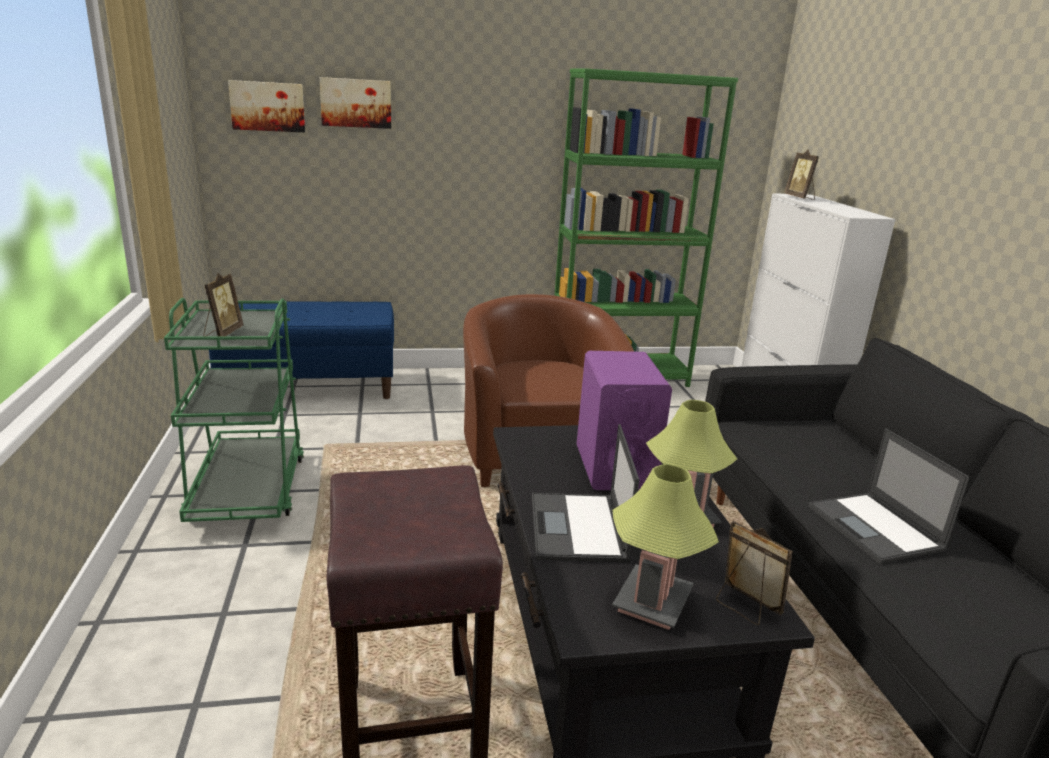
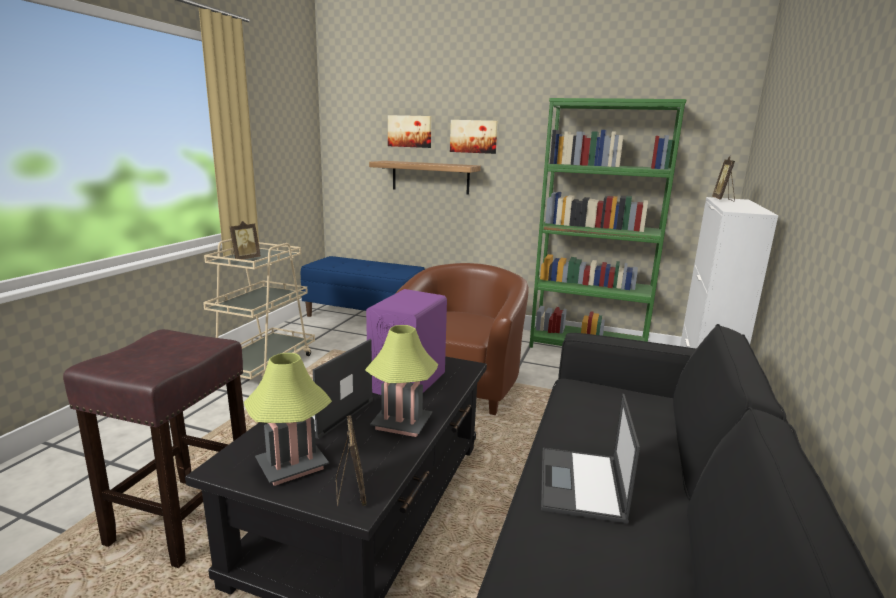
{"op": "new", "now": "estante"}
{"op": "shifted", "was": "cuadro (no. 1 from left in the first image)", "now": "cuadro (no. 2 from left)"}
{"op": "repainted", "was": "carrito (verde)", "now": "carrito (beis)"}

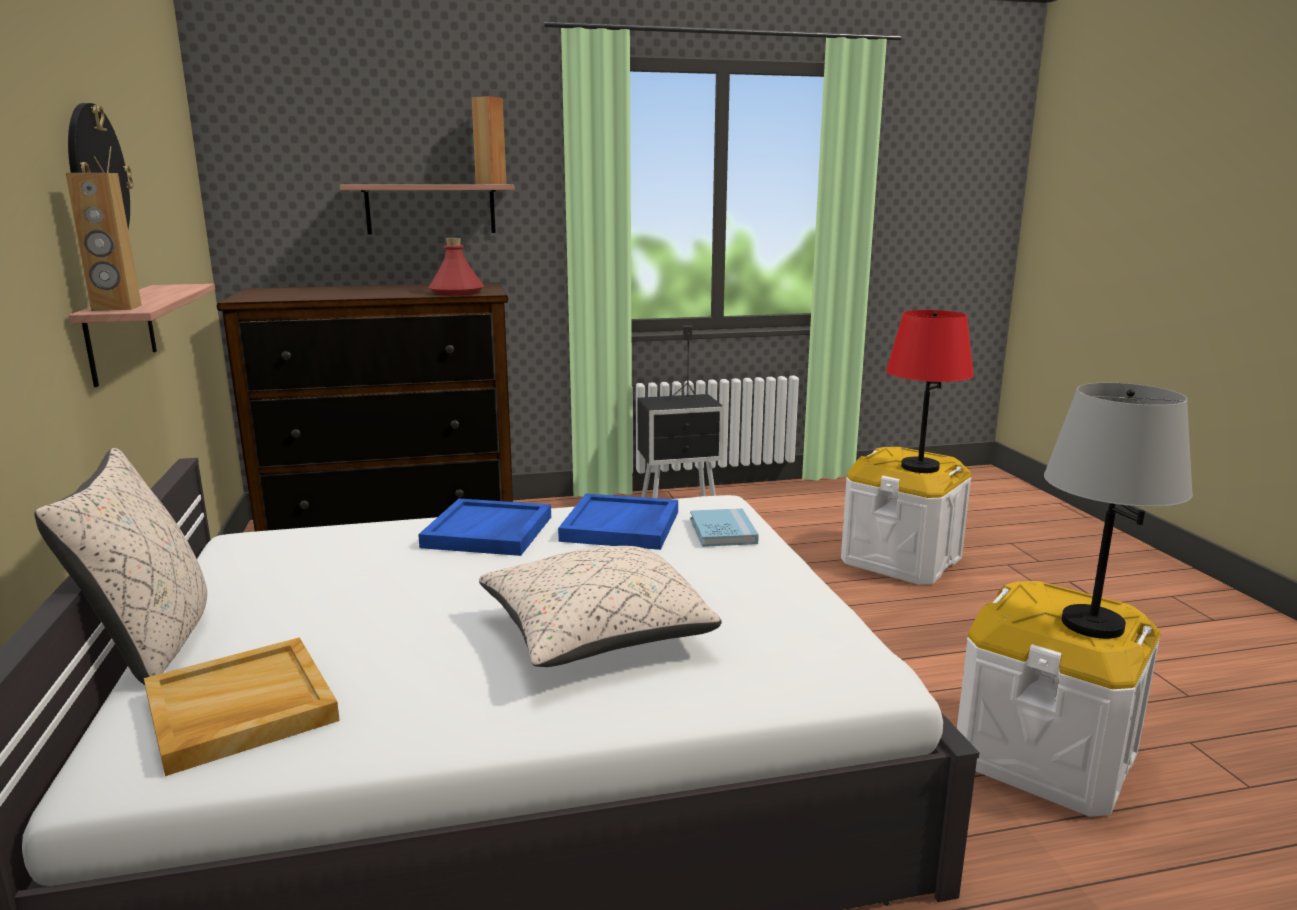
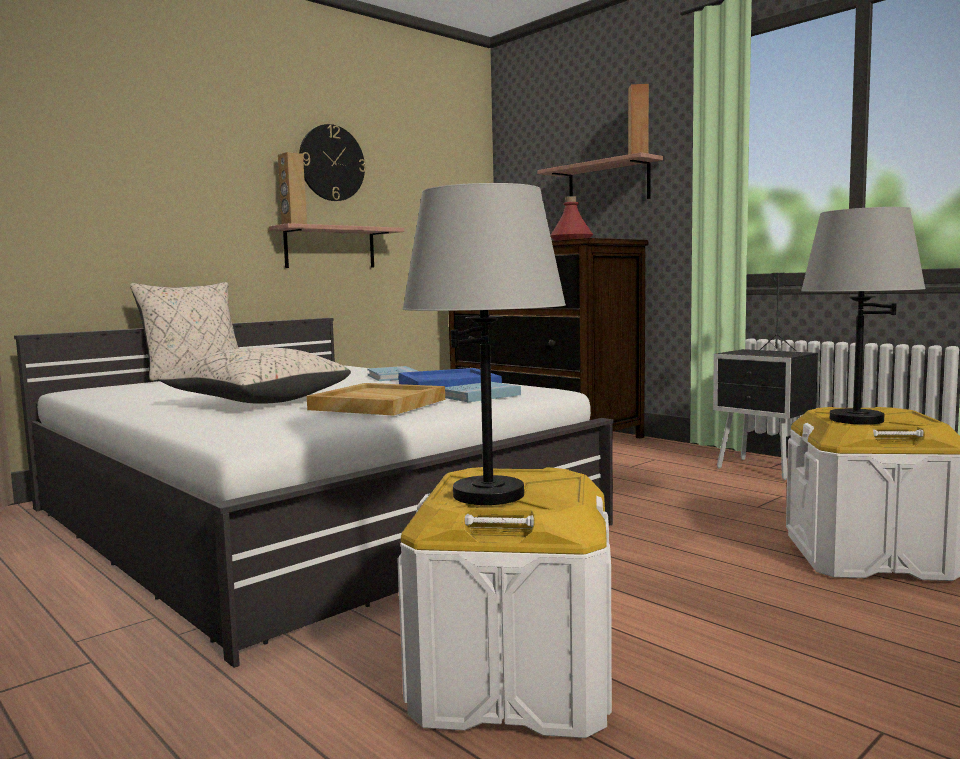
{"op": "shifted", "was": "bandeja (beis)"}
{"op": "swapped", "was": "bandeja (azul) (no. 1 from left)", "now": "libro (azul) (no. 1 from left)"}
{"op": "repainted", "was": "lámpara de mesa (rojo)", "now": "lámpara de mesa (gris) (no. 2 from left)"}

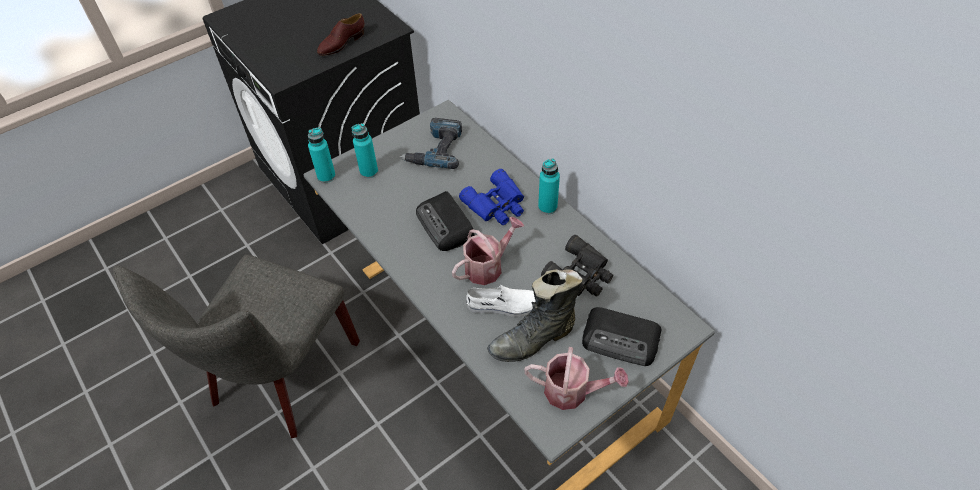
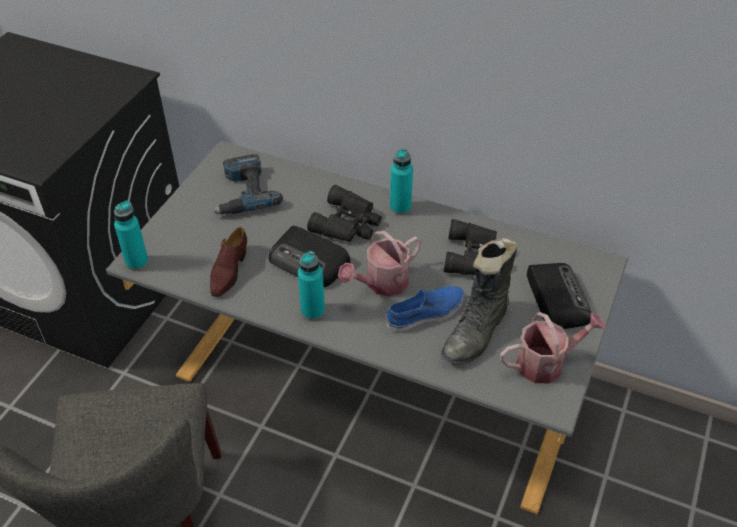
{"op": "shifted", "was": "zapato (marrón)"}
{"op": "shifted", "was": "botella (turquesa) (no. 2 from left)"}
{"op": "repainted", "was": "prismáticos (azul)", "now": "prismáticos (negro) (no. 1 from left)"}
{"op": "repainted", "was": "zapato (blanco)", "now": "zapato (azul)"}
{"op": "rotated", "was": "regadera (no. 1 from left)", "clockwise": -150}
{"op": "rotated", "was": "radio (no. 2 from left)", "clockwise": -90}

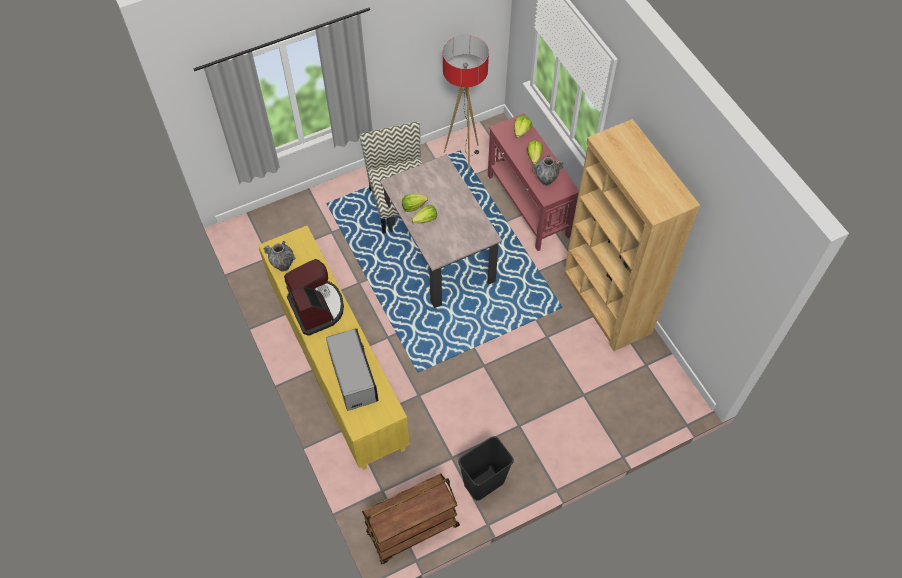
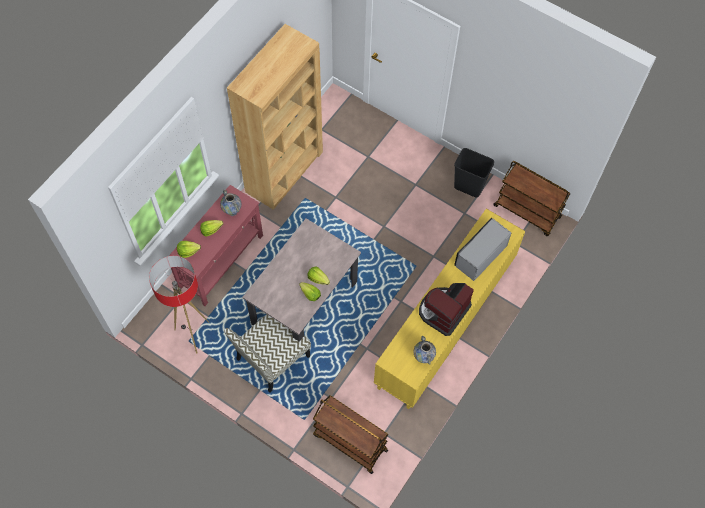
{"op": "new", "now": "carrito (marrón) (no. 1 from left)"}

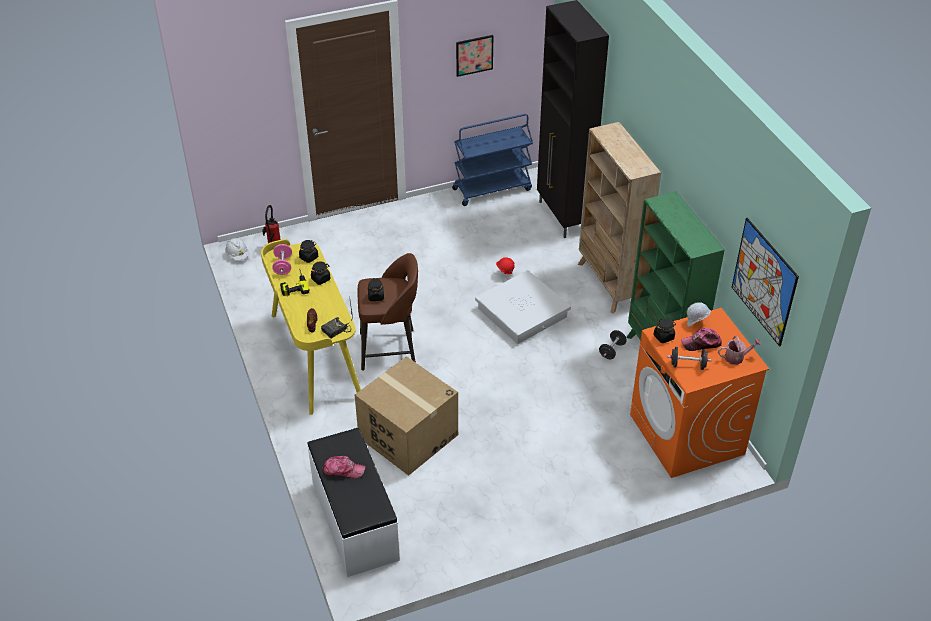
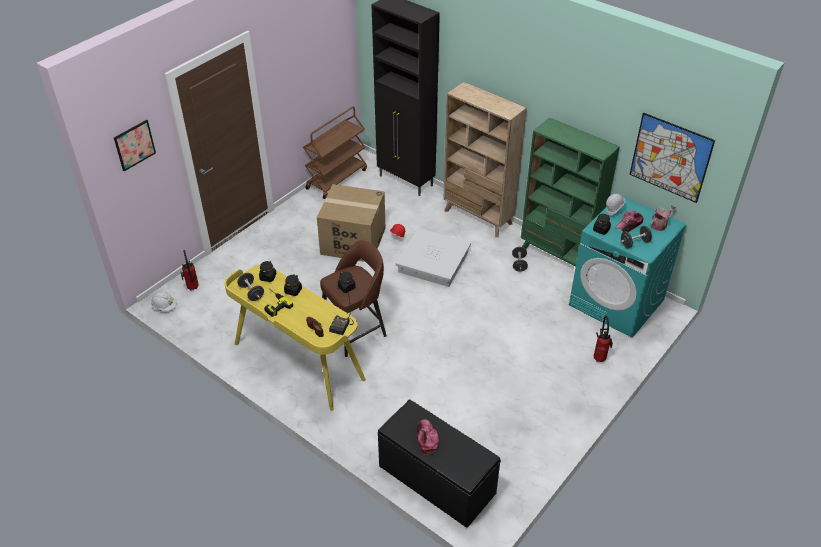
{"op": "new", "now": "extintor (no. 2 from left)"}
{"op": "shifted", "was": "caja de cartón"}
{"op": "shifted", "was": "cuadro (no. 1 from left)"}
{"op": "repainted", "was": "mancuerna (rosa)", "now": "mancuerna (negro) (no. 1 from left)"}
{"op": "repainted", "was": "banco (blanco)", "now": "banco (negro)"}
{"op": "repainted", "was": "carrito (azul)", "now": "carrito (marrón)"}
{"op": "repainted", "was": "lavadora (naranja)", "now": "lavadora (turquesa)"}
{"op": "rotated", "was": "gorra (no. 1 from left)", "clockwise": -75}

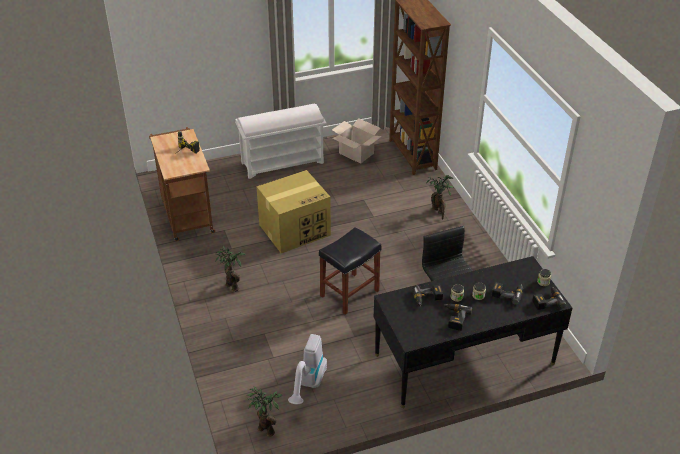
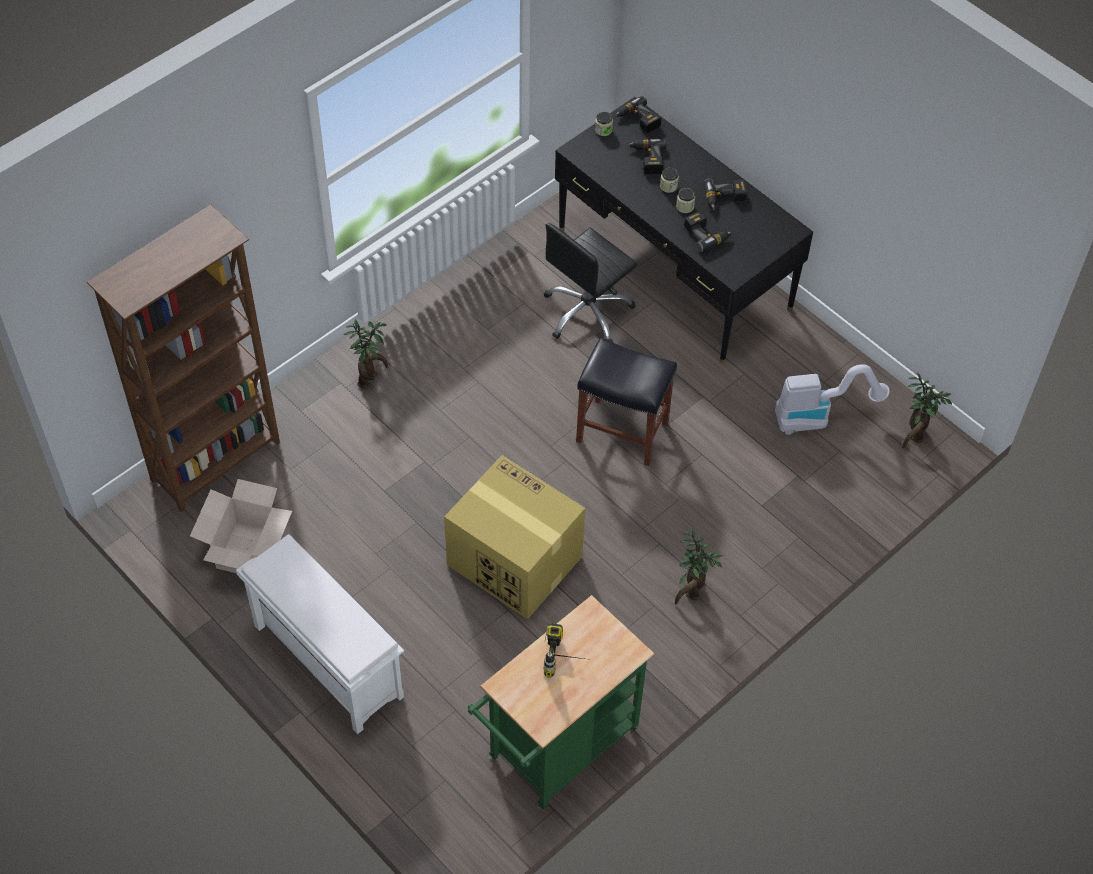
{"op": "repainted", "was": "carrito (marrón)", "now": "carrito (verde)"}

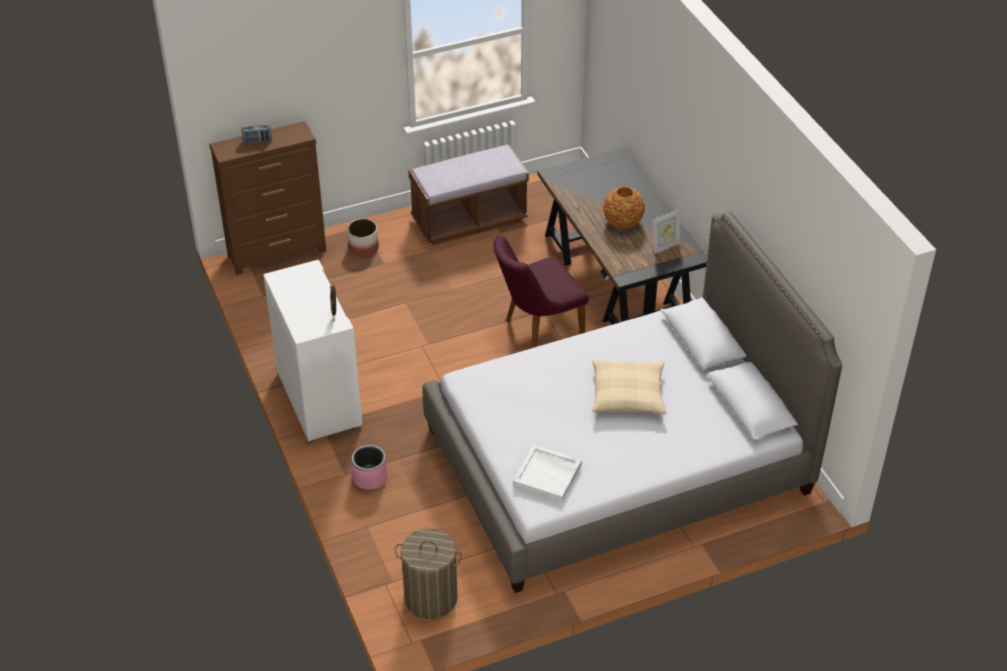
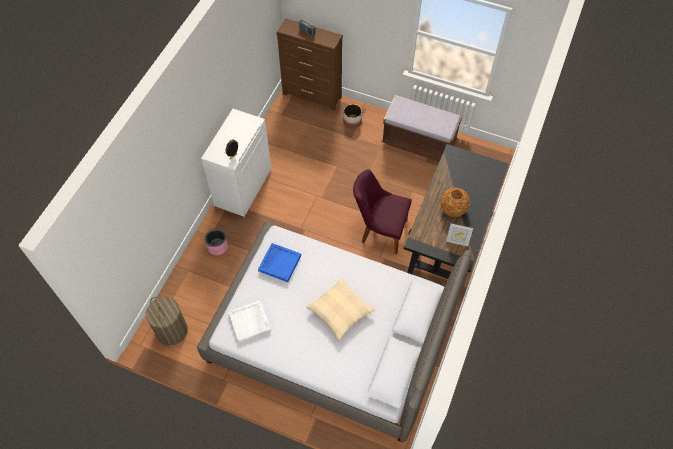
{"op": "new", "now": "bandeja (azul)"}

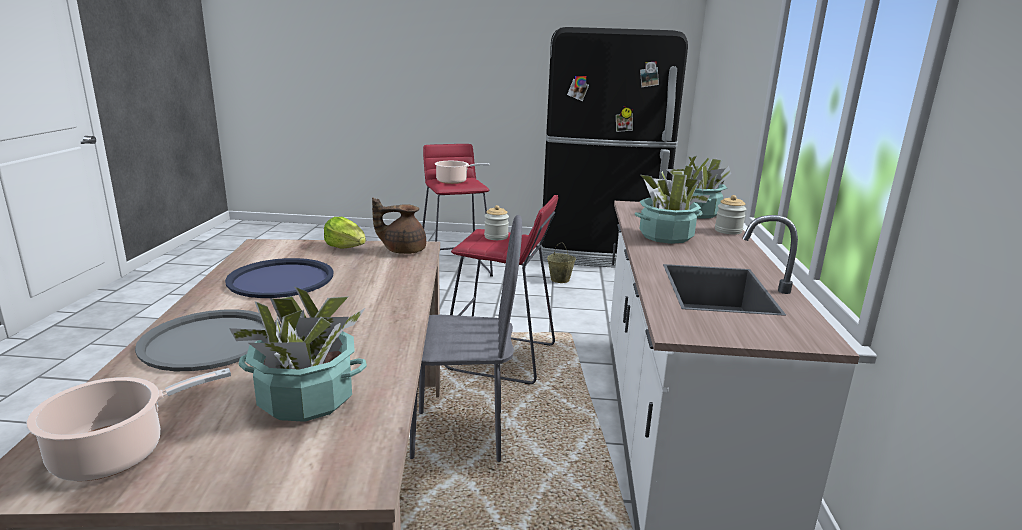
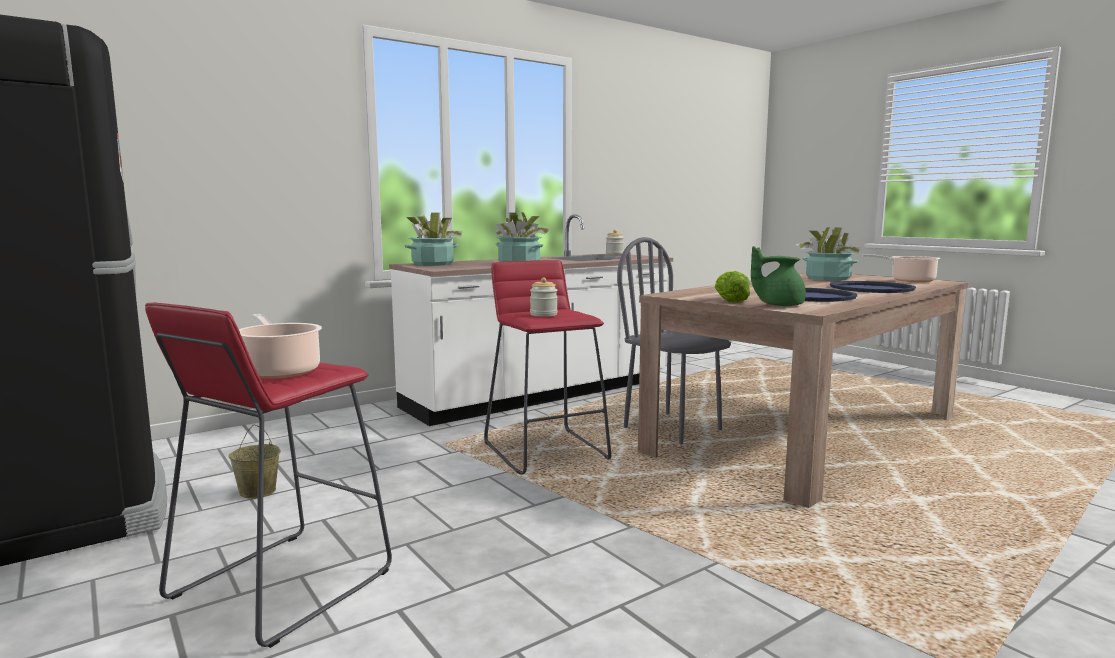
{"op": "gone", "was": "tetera (marrón)"}
{"op": "new", "now": "tetera (verde)"}
{"op": "shifted", "was": "tarro (no. 2 from left)"}
{"op": "repainted", "was": "bandeja (gris)", "now": "bandeja (azul) (no. 2 from left)"}

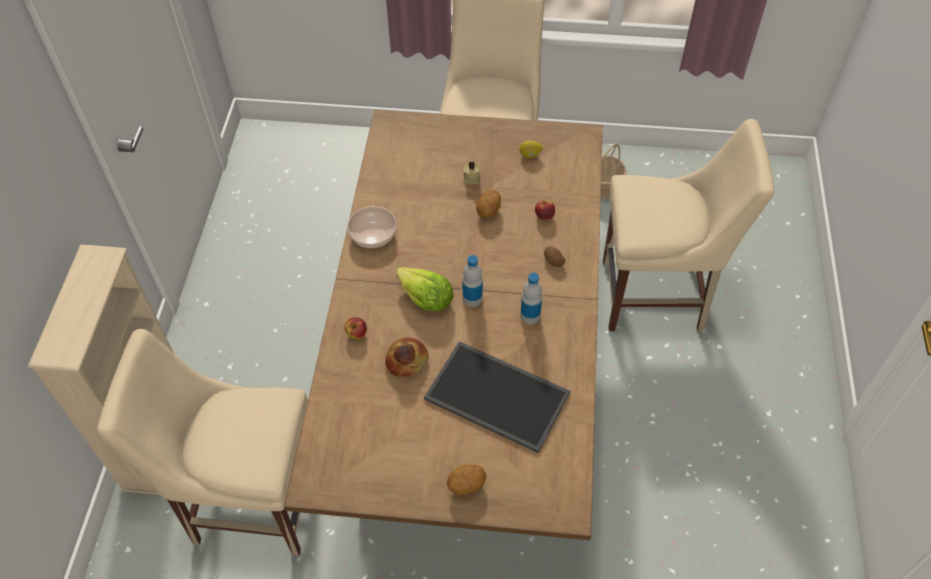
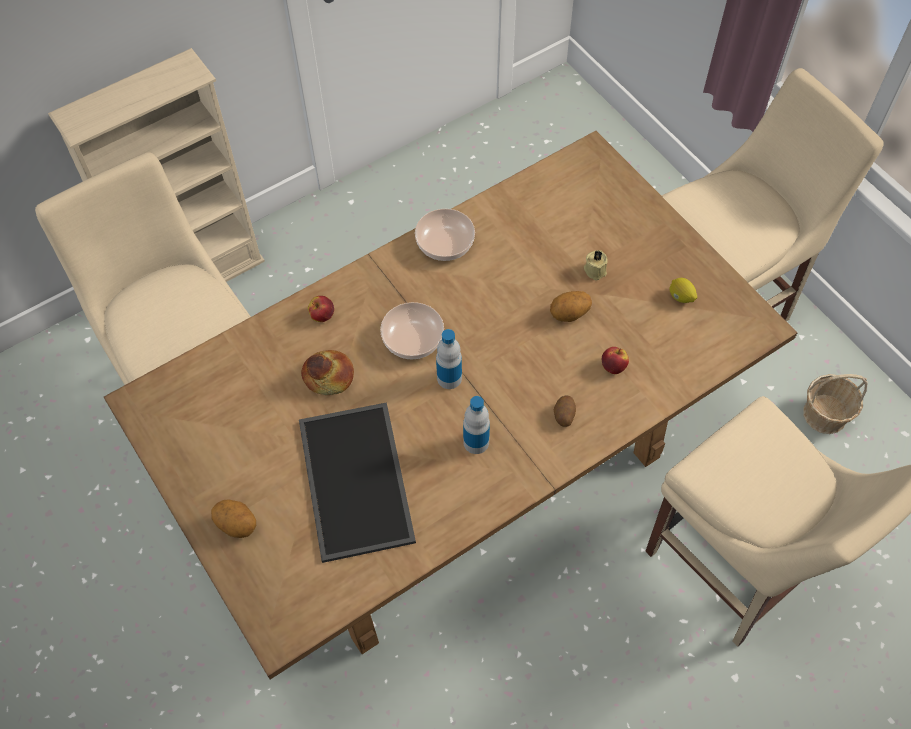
{"op": "swapped", "was": "lechuga", "now": "cuenco (no. 1 from left)"}

